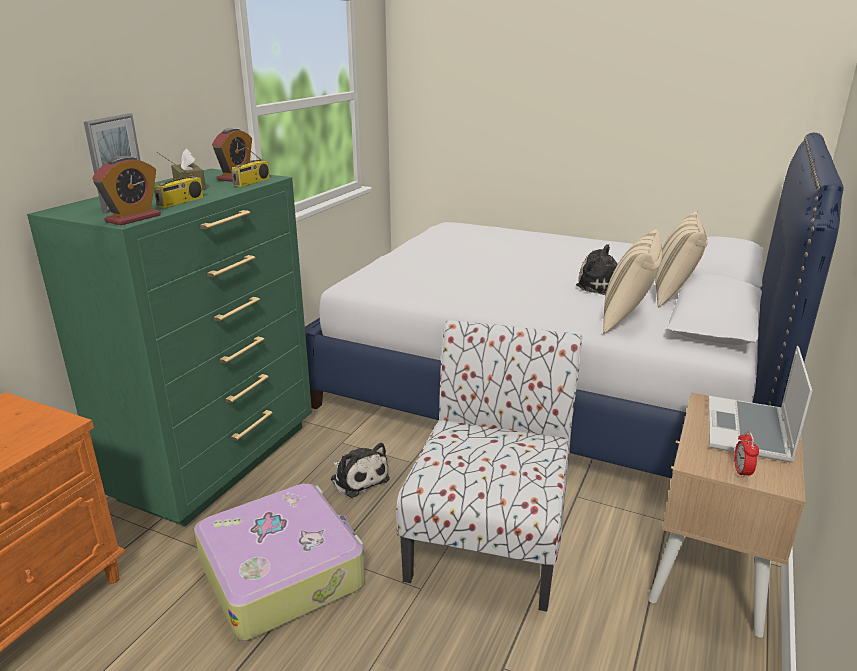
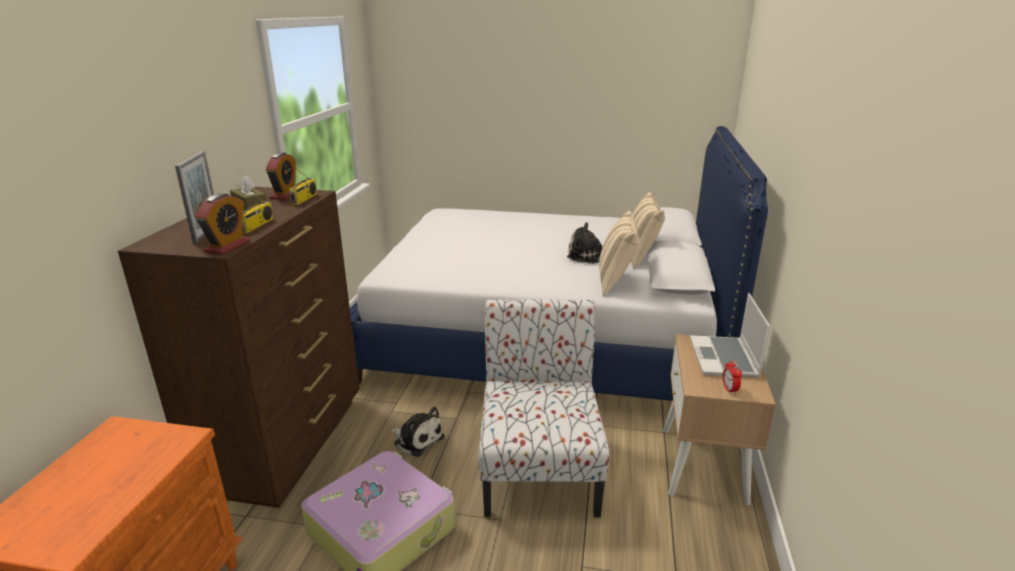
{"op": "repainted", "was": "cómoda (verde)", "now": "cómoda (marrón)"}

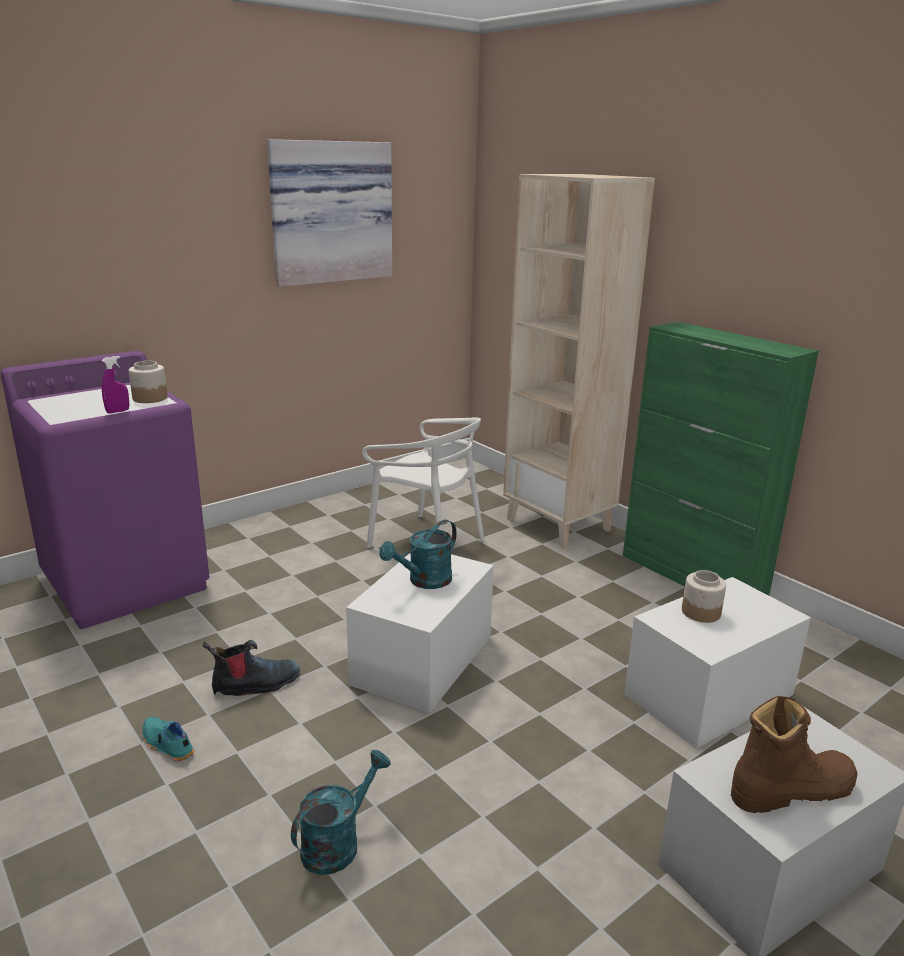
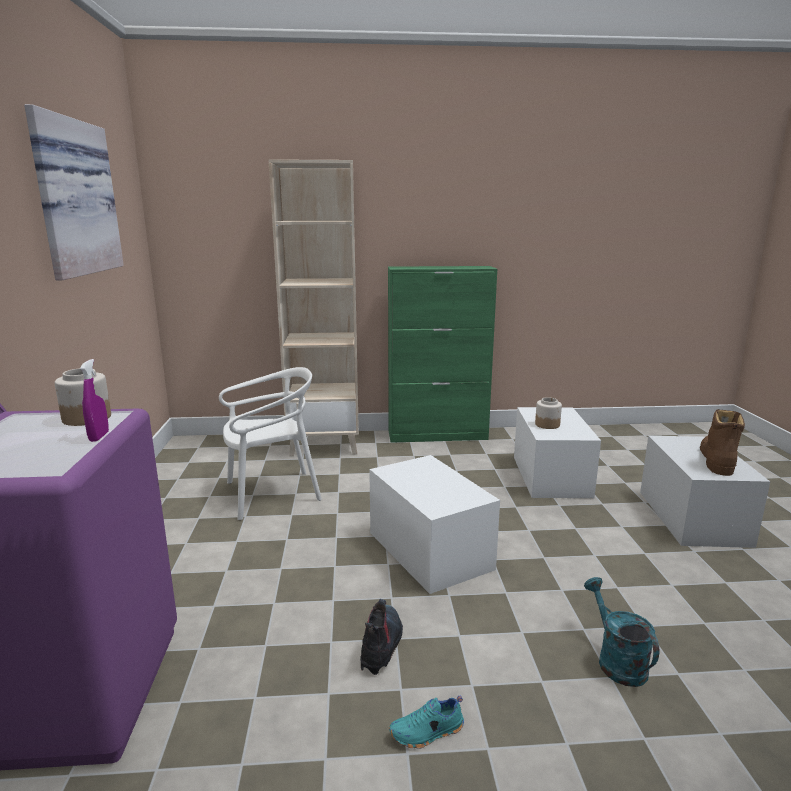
{"op": "gone", "was": "regadera (turquesa) (no. 2 from left)"}

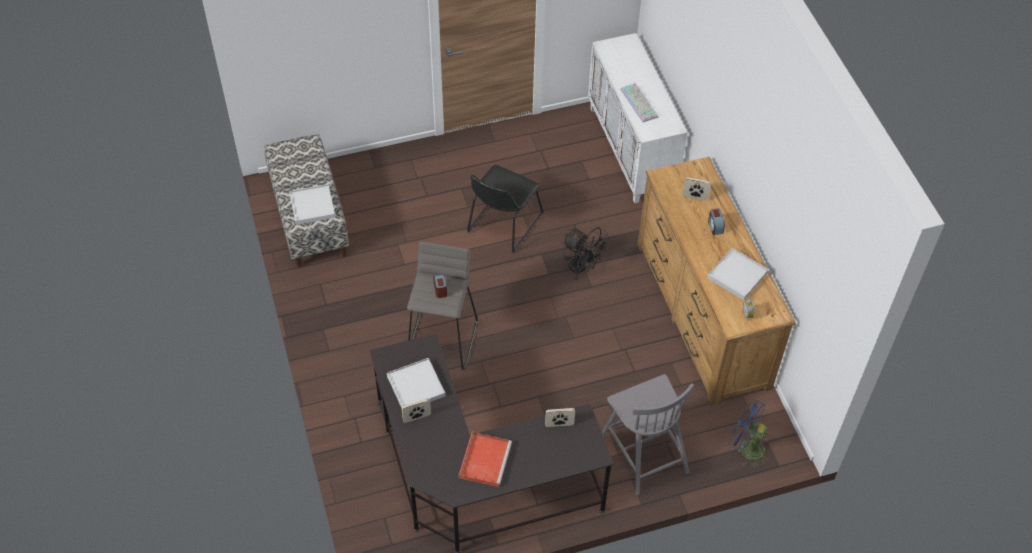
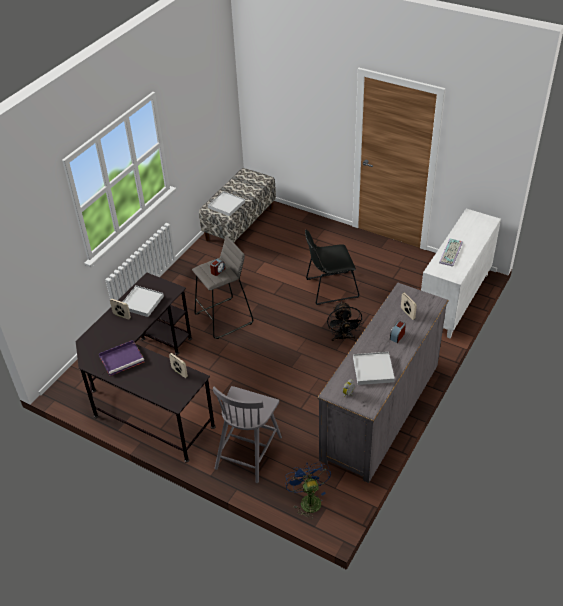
{"op": "repainted", "was": "bandeja (rojo)", "now": "bandeja (morado)"}
{"op": "repainted", "was": "cómoda (marrón)", "now": "cómoda (gris)"}

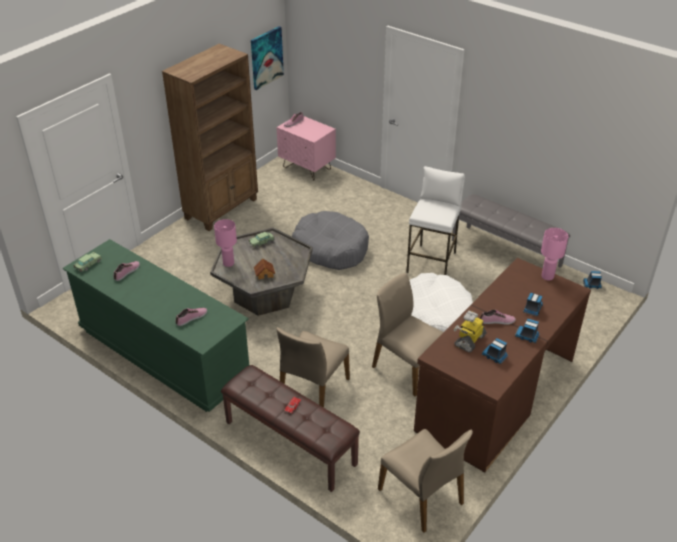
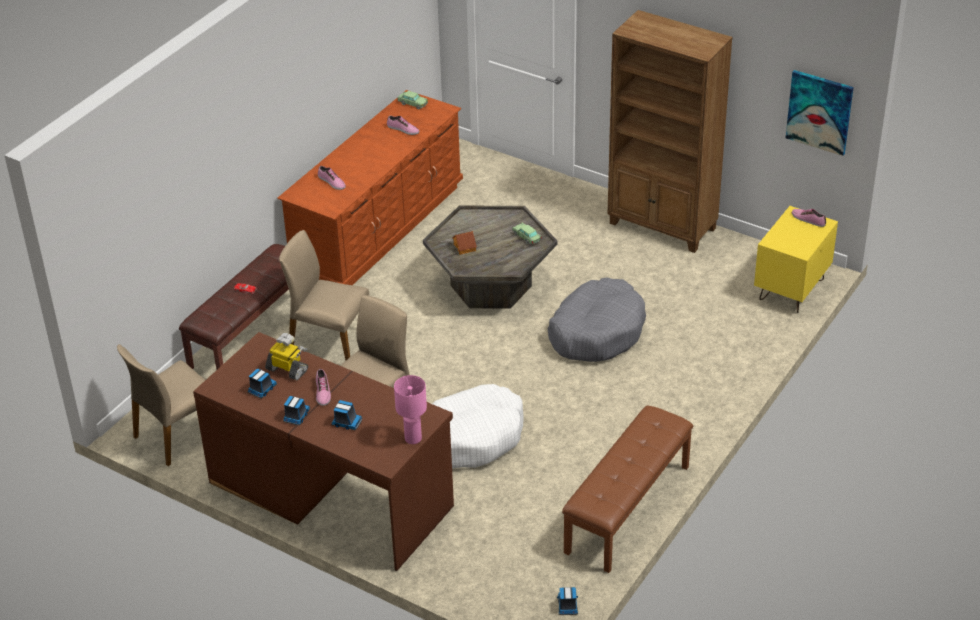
{"op": "gone", "was": "lámpara de mesa (rosa) (no. 1 from left)"}
{"op": "gone", "was": "taburete (blanco)"}
{"op": "repainted", "was": "cómoda (verde)", "now": "cómoda (marrón)"}
{"op": "repainted", "was": "mesita de noche (rosa)", "now": "mesita de noche (amarillo)"}
{"op": "repainted", "was": "banco (gris)", "now": "banco (marrón) (no. 2 from left)"}

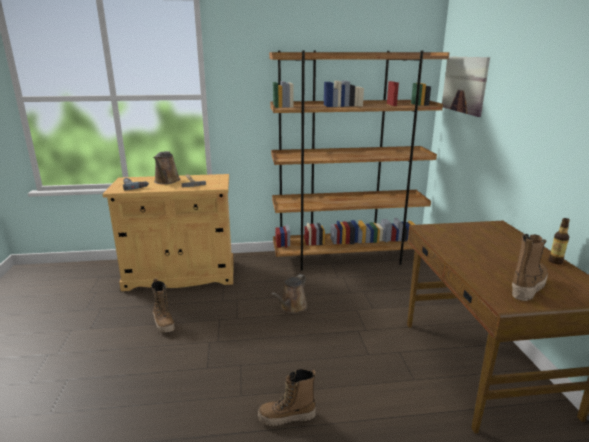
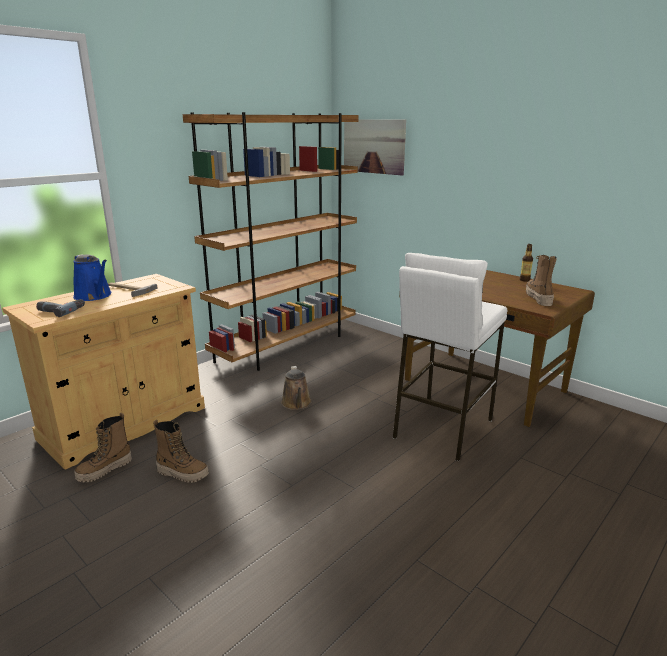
{"op": "new", "now": "taburete (blanco)"}
{"op": "shifted", "was": "bota (no. 2 from left in the first image)", "now": "bota (no. 1 from left)"}
{"op": "repainted", "was": "regadera (marrón) (no. 1 from left)", "now": "regadera (azul)"}

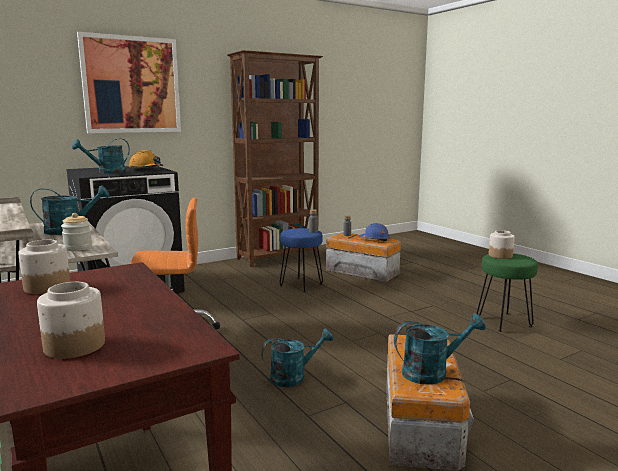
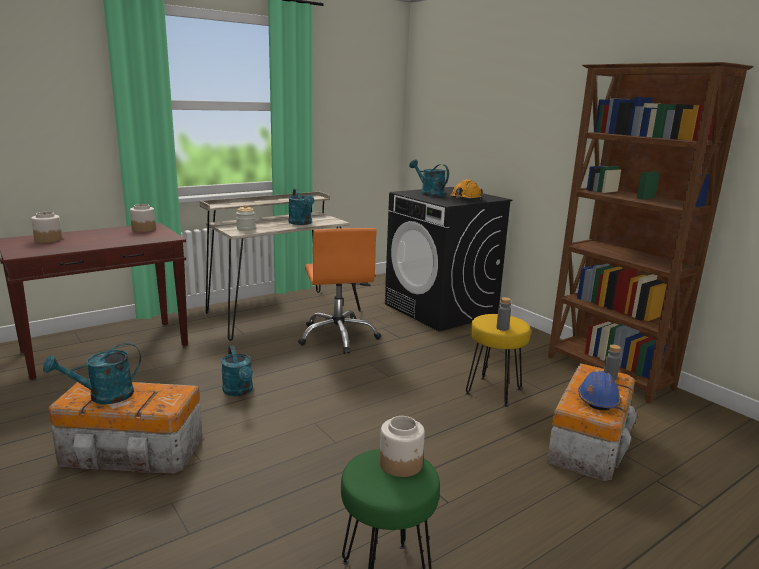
{"op": "gone", "was": "cuadro"}
{"op": "repainted", "was": "taburete (azul)", "now": "taburete (amarillo)"}
{"op": "rotated", "was": "regadera (turquesa) (no. 4 from left in the first image)", "clockwise": 75}

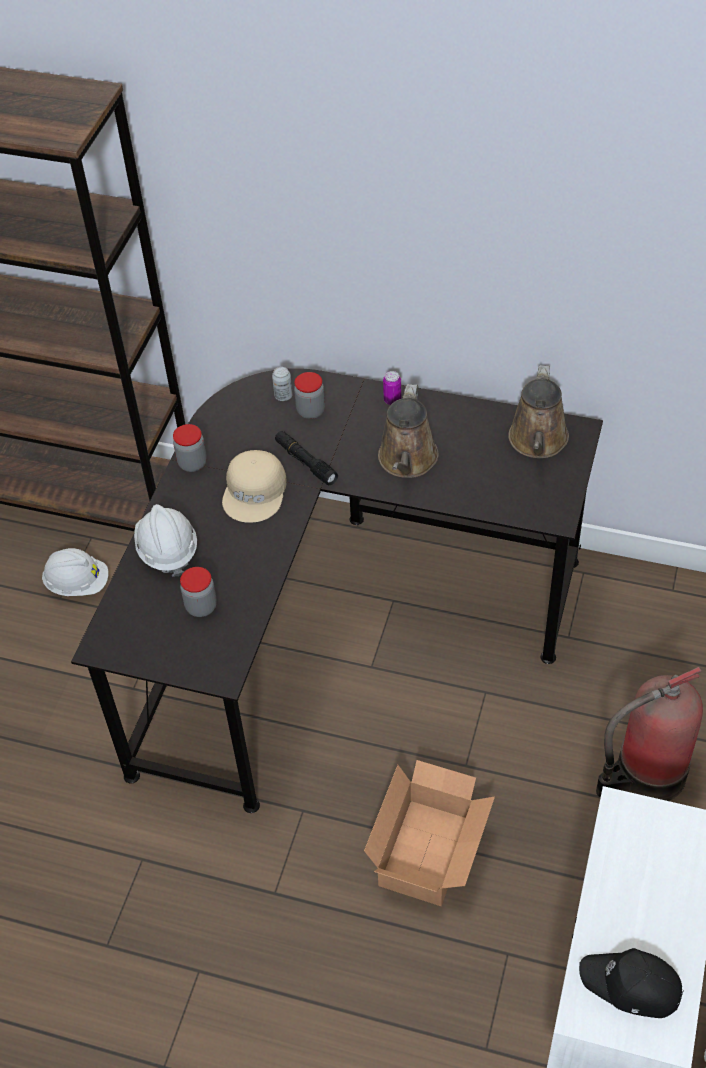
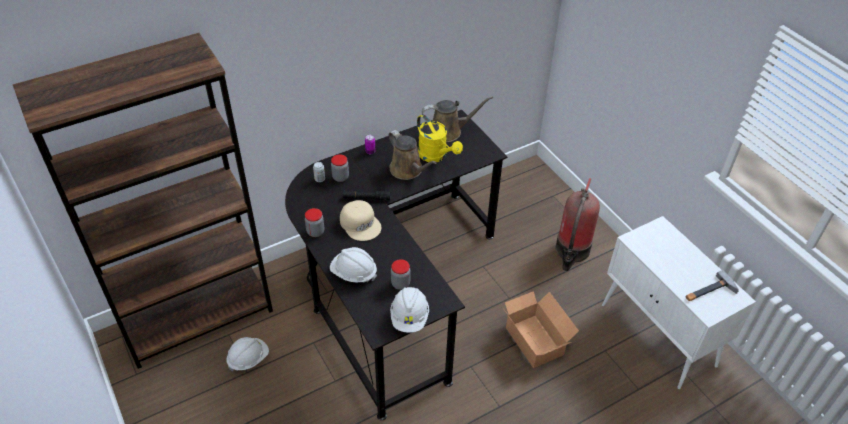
{"op": "new", "now": "casco (blanco) (no. 3 from left)"}
{"op": "new", "now": "regadera (amarillo)"}
{"op": "swapped", "was": "gorra (negro)", "now": "martillo"}
{"op": "rotated", "was": "regadera (marrón) (no. 2 from left)", "clockwise": -60}

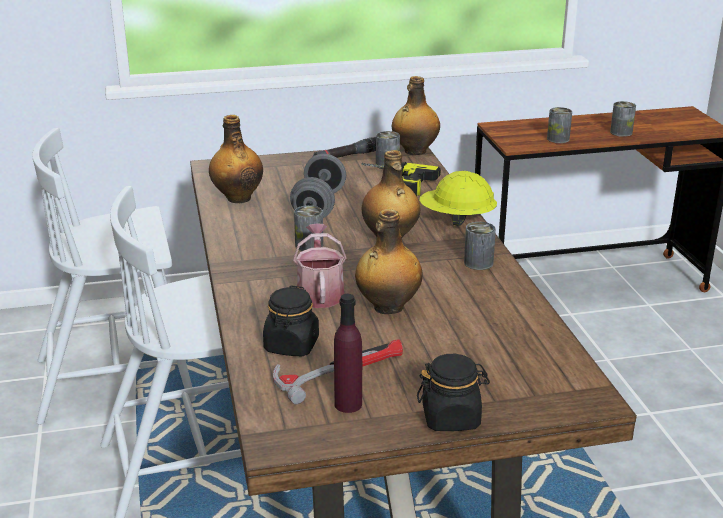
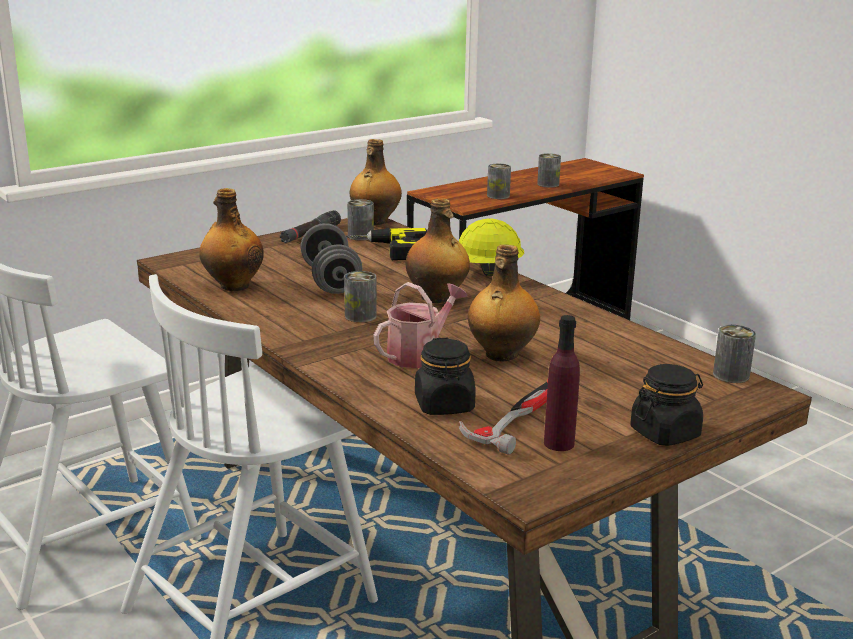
{"op": "shifted", "was": "lata (no. 3 from left in the first image)", "now": "lata (no. 5 from left)"}
{"op": "rotated", "was": "regadera", "clockwise": 75}

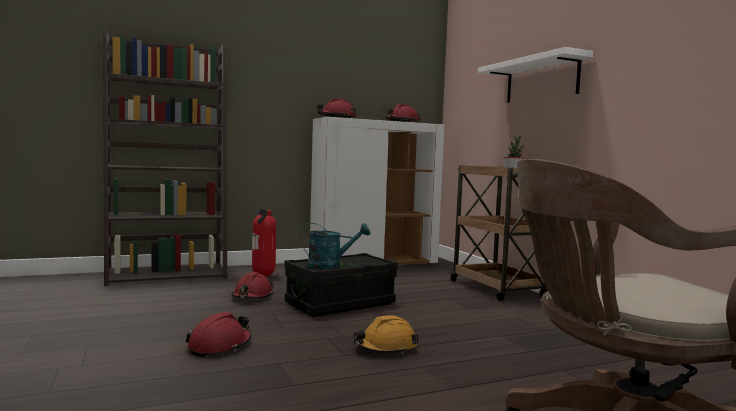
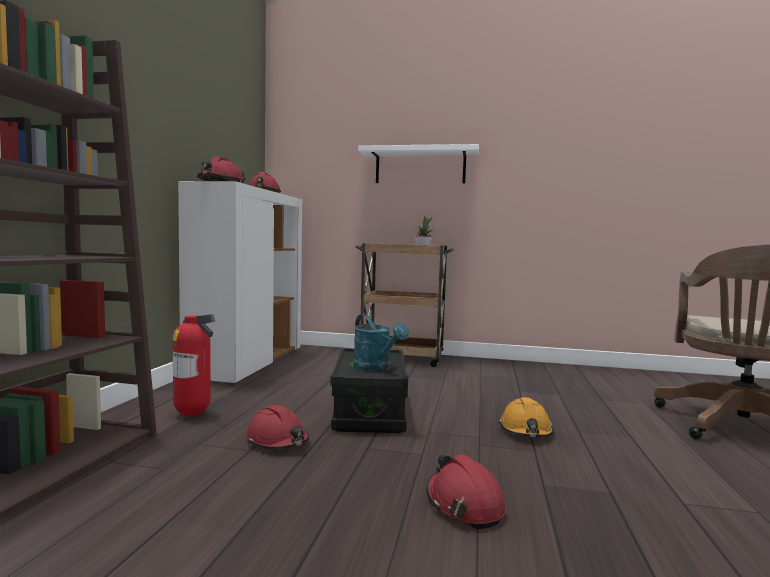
{"op": "rotated", "was": "regadera (turquesa)", "clockwise": 120}

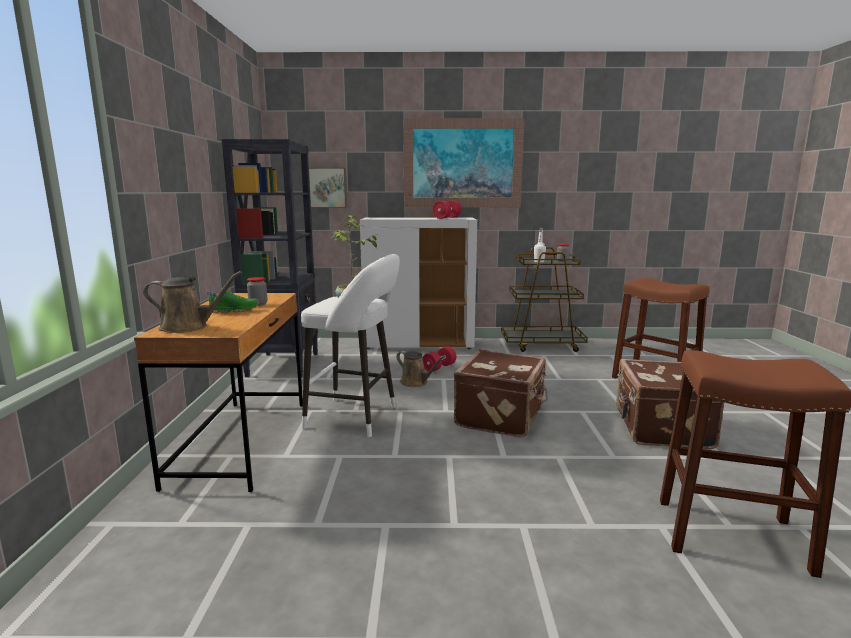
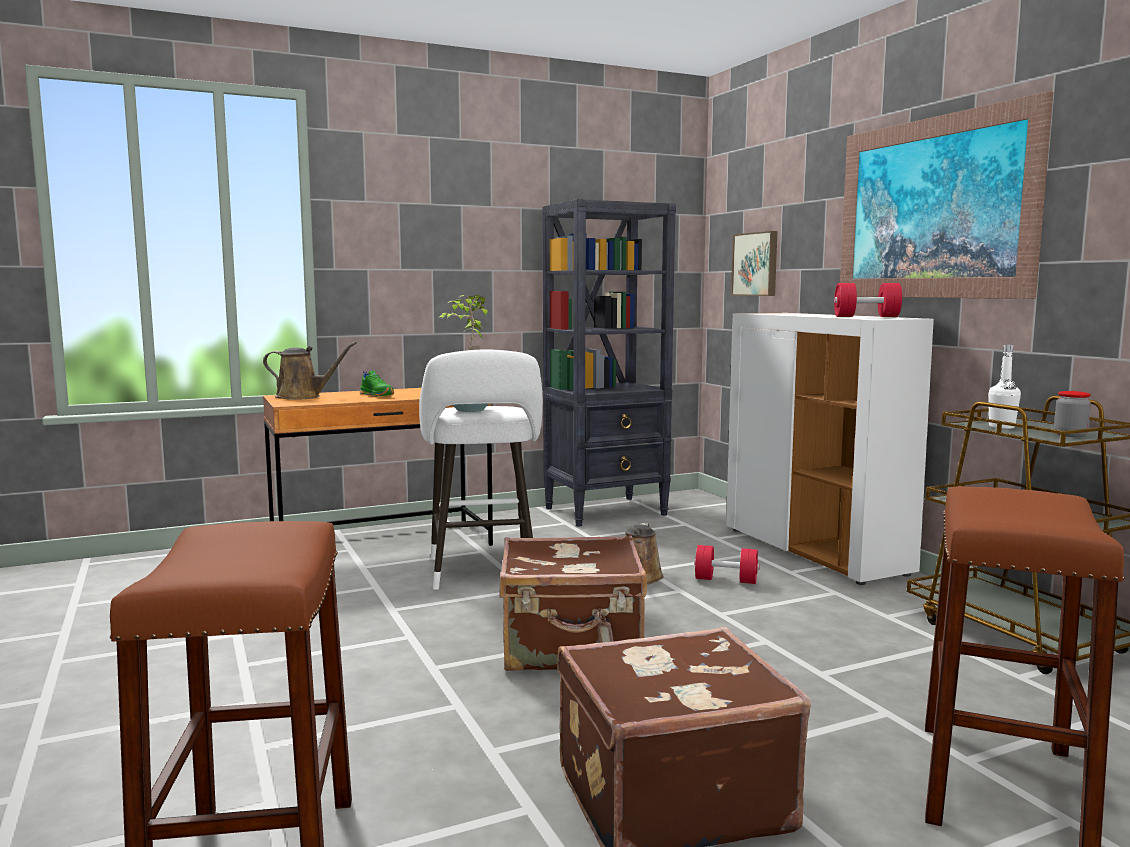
{"op": "gone", "was": "tarro (no. 1 from left)"}
{"op": "rotated", "was": "regadera (marrón) (no. 1 from left)", "clockwise": -60}

